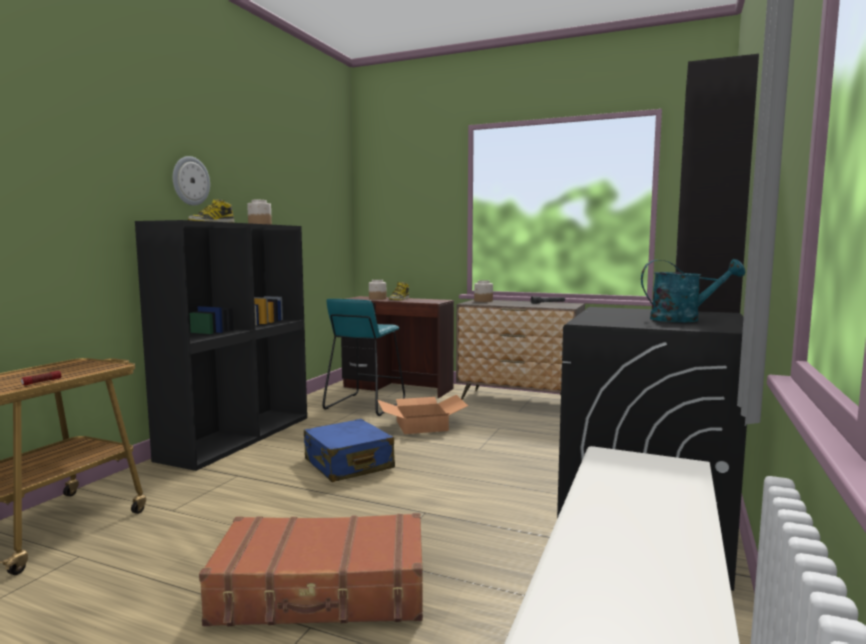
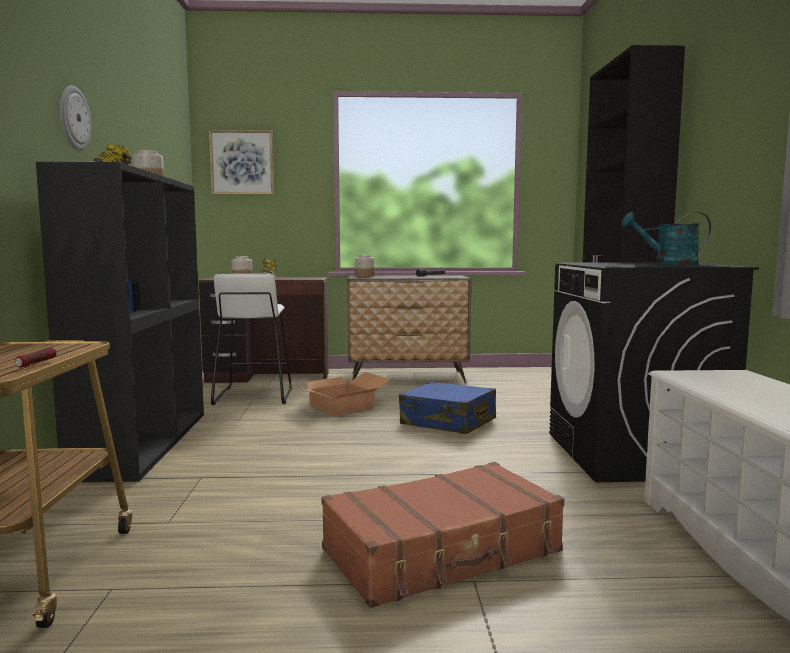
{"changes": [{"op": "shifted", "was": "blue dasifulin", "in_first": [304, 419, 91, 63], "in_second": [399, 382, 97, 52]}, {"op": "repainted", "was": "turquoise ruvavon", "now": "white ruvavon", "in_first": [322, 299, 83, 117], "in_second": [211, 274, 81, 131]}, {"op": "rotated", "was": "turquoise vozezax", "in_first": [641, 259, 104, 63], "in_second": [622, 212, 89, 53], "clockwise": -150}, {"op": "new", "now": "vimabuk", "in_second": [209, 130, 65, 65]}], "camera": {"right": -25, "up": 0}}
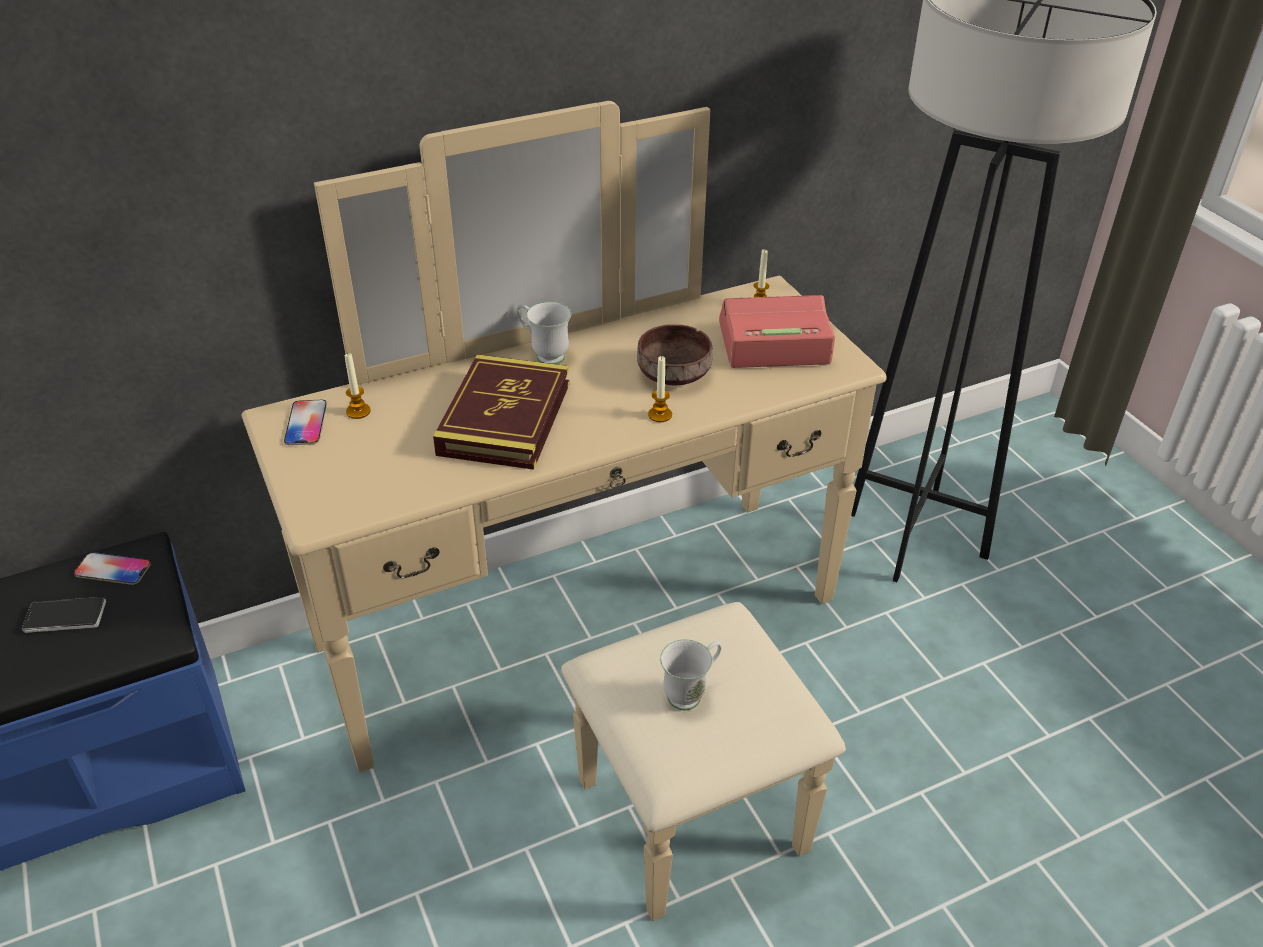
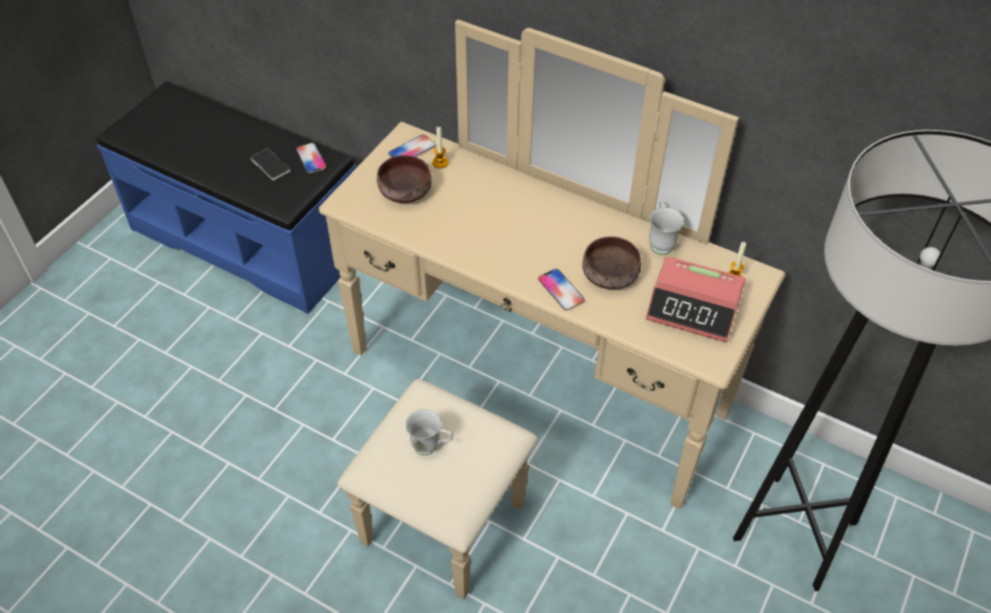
{"changes": [{"op": "gone", "was": "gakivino", "in_first": [433, 354, 136, 116]}, {"op": "shifted", "was": "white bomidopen", "in_first": [517, 302, 54, 62], "in_second": [649, 201, 35, 54]}, {"op": "swapped", "was": "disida", "now": "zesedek", "in_first": [648, 356, 24, 66], "in_second": [538, 269, 47, 41]}, {"op": "rotated", "was": "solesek", "in_first": [719, 295, 116, 73], "in_second": [646, 257, 100, 86], "clockwise": 150}, {"op": "new", "now": "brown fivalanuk", "in_second": [377, 155, 55, 48]}], "camera": {"right": 55, "up": 10}}
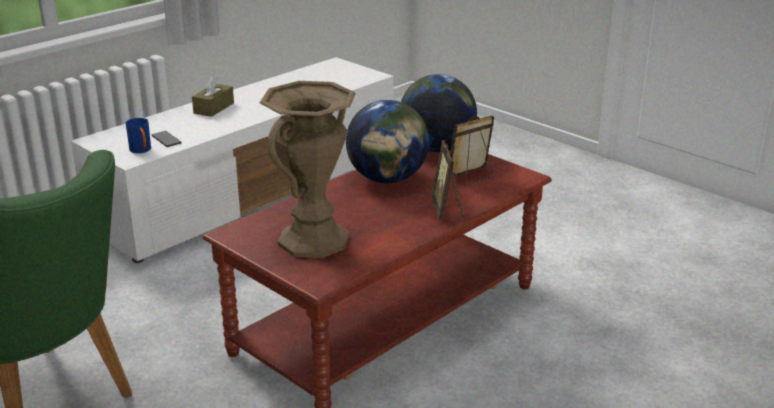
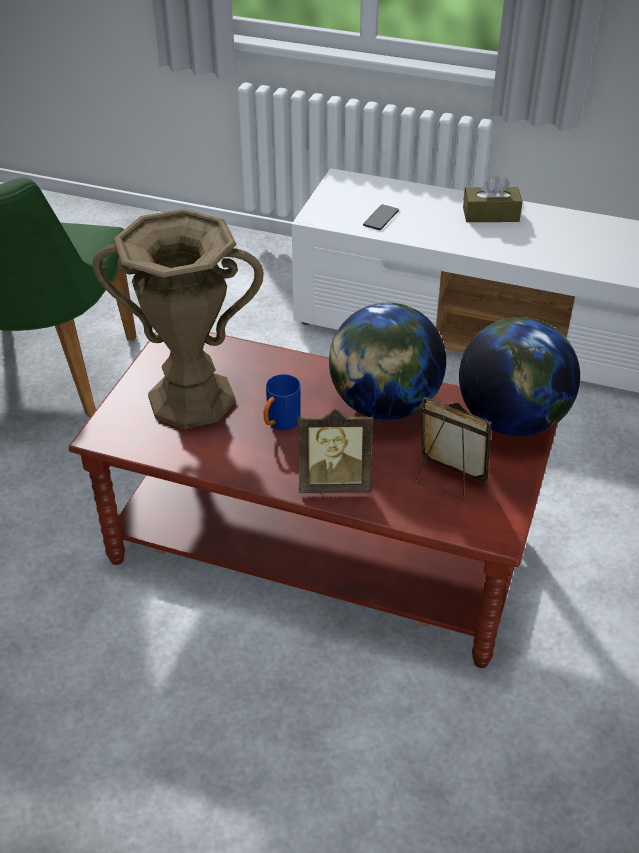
{"changes": [{"op": "shifted", "was": "blue bomidopen", "in_first": [126, 118, 25, 35], "in_second": [264, 374, 37, 56]}, {"op": "rotated", "was": "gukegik", "in_first": [431, 140, 32, 80], "in_second": [298, 409, 75, 84], "clockwise": -150}], "camera": {"right": 65, "up": 15}}
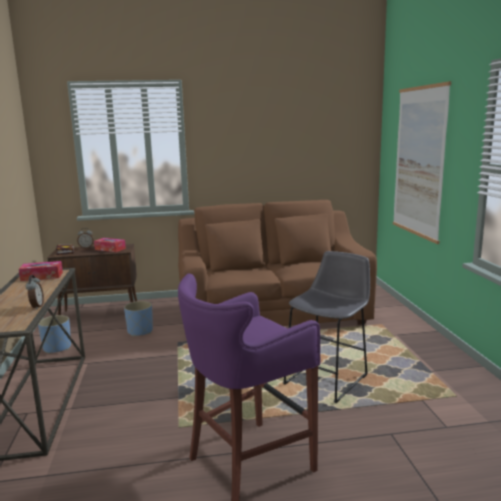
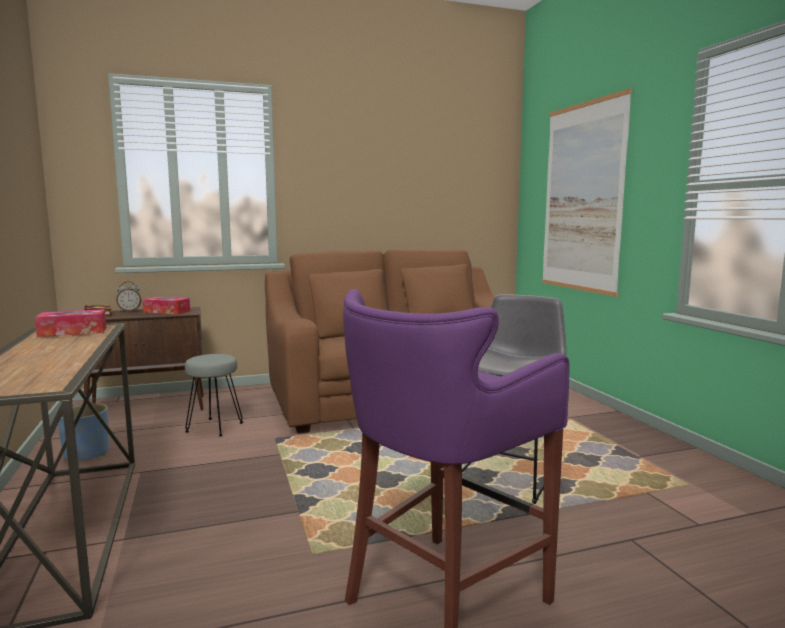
{"changes": [{"op": "gone", "was": "solesek", "in_first": [26, 275, 18, 35]}, {"op": "swapped", "was": "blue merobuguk", "now": "grey ruvavon", "in_first": [124, 301, 29, 35], "in_second": [185, 354, 59, 83]}], "camera": {"right": -10, "up": -5}}
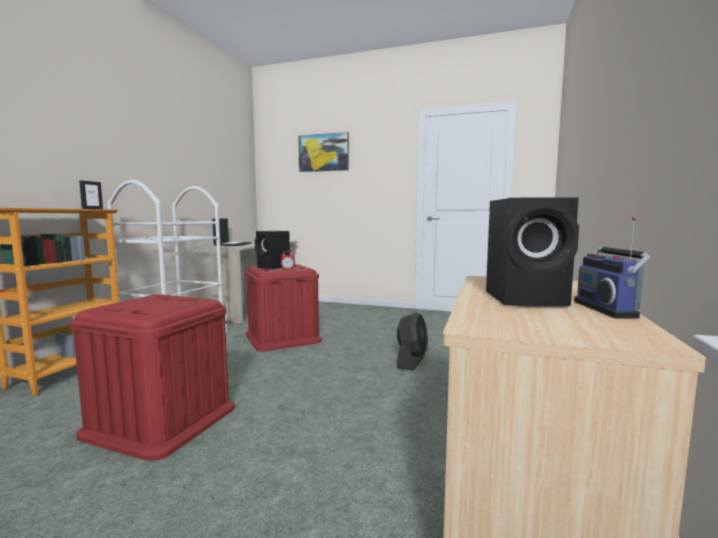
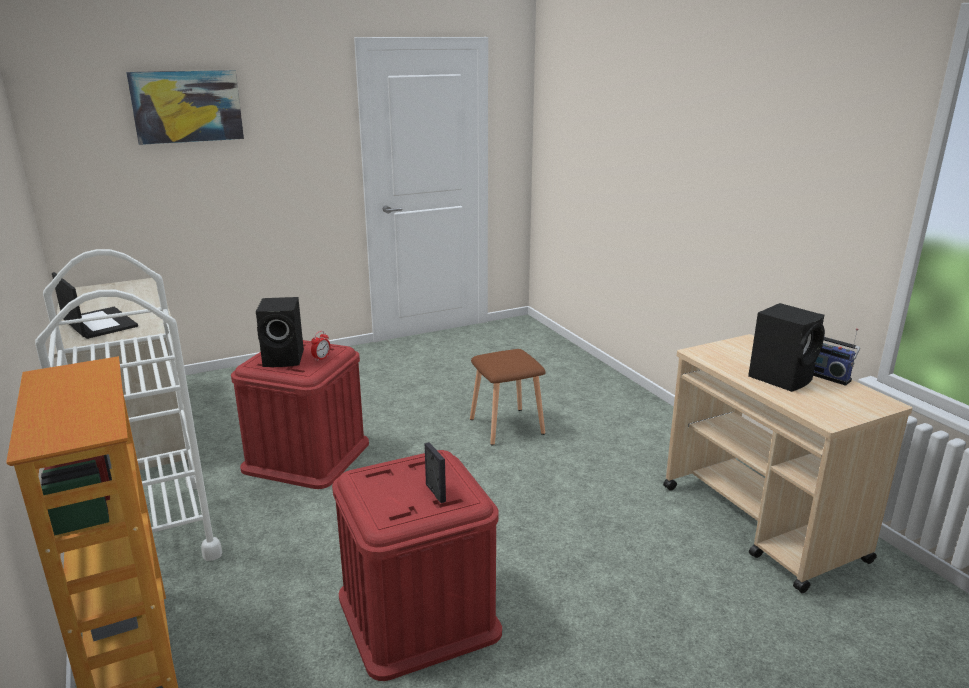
{"changes": [{"op": "shifted", "was": "gukegik", "in_first": [79, 180, 24, 29], "in_second": [425, 442, 21, 61]}, {"op": "swapped", "was": "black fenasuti", "now": "brown ruvavon", "in_first": [397, 312, 31, 59], "in_second": [470, 349, 76, 97]}], "camera": {"right": -45, "up": 15}}
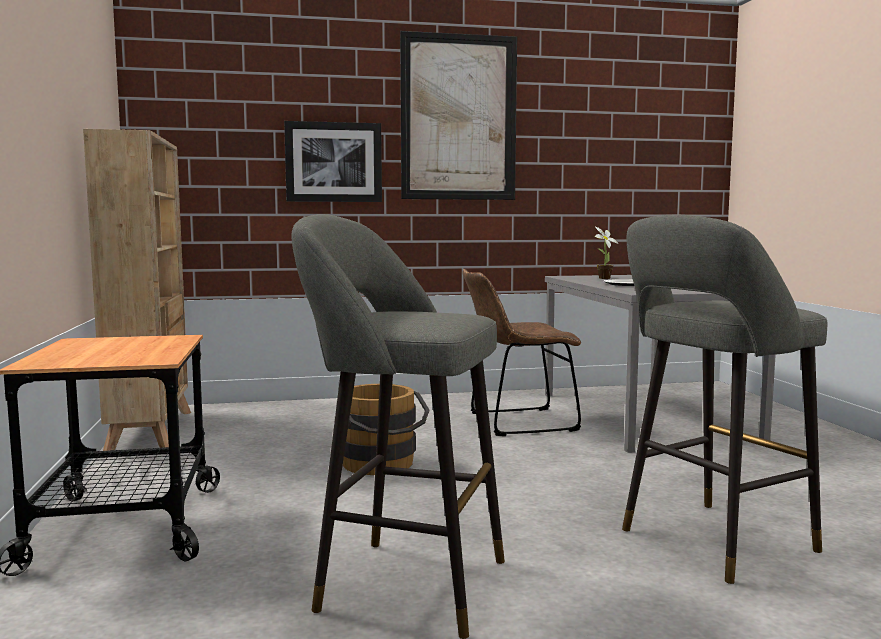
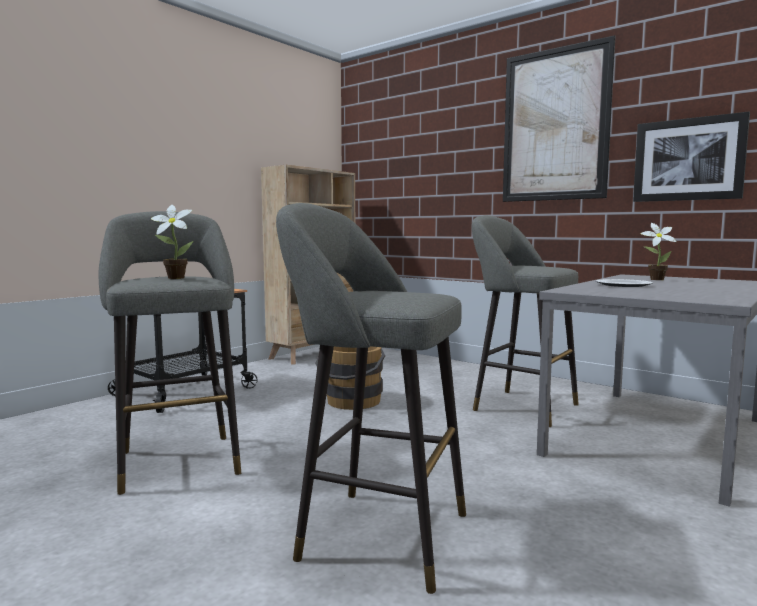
{"changes": [{"op": "shifted", "was": "vimabuk", "in_first": [284, 121, 98, 81], "in_second": [633, 112, 117, 90]}, {"op": "swapped", "was": "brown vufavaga", "now": "grey ruvavon", "in_first": [462, 269, 119, 167], "in_second": [472, 215, 107, 212]}, {"op": "new", "now": "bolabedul", "in_second": [151, 205, 42, 74]}], "camera": {"right": 50, "up": 0}}
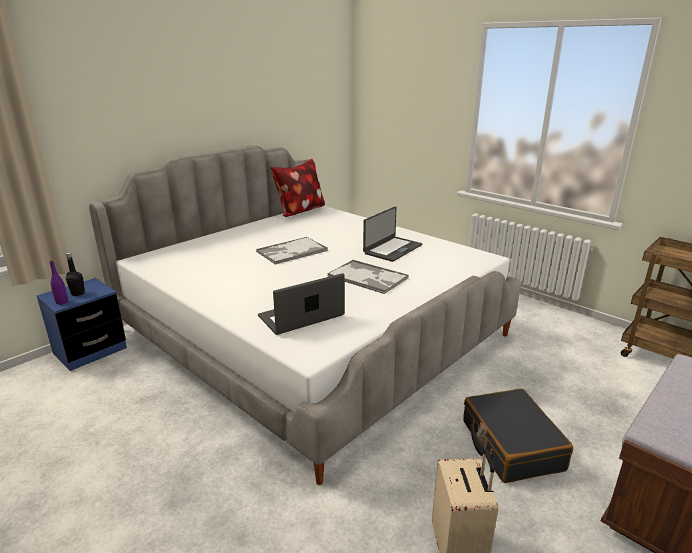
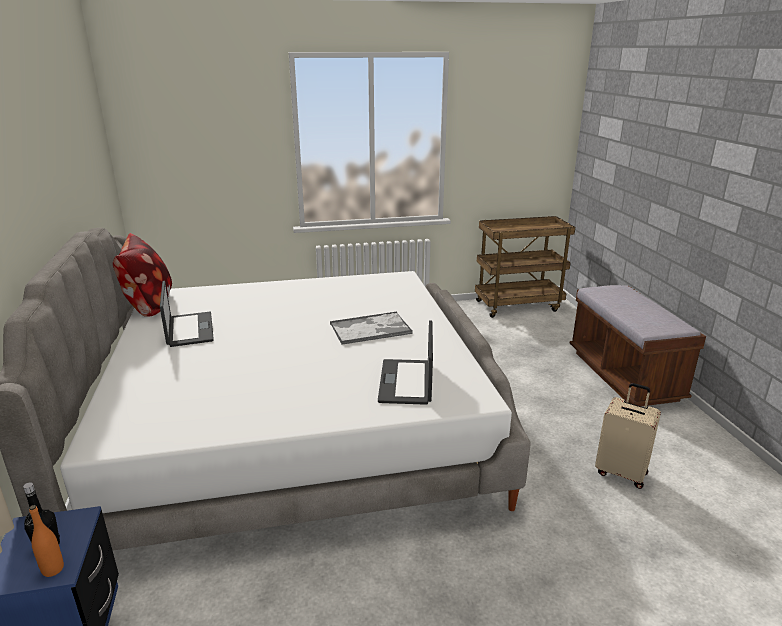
{"changes": [{"op": "repainted", "was": "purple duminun", "now": "orange duminun", "in_first": [50, 260, 18, 45], "in_second": [29, 505, 35, 72]}, {"op": "gone", "was": "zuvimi", "in_first": [256, 237, 72, 27]}, {"op": "shifted", "was": "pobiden", "in_first": [363, 206, 59, 56], "in_second": [160, 281, 54, 66]}, {"op": "gone", "was": "black dasifulin", "in_first": [463, 388, 110, 95]}], "camera": {"right": -55, "up": 0}}
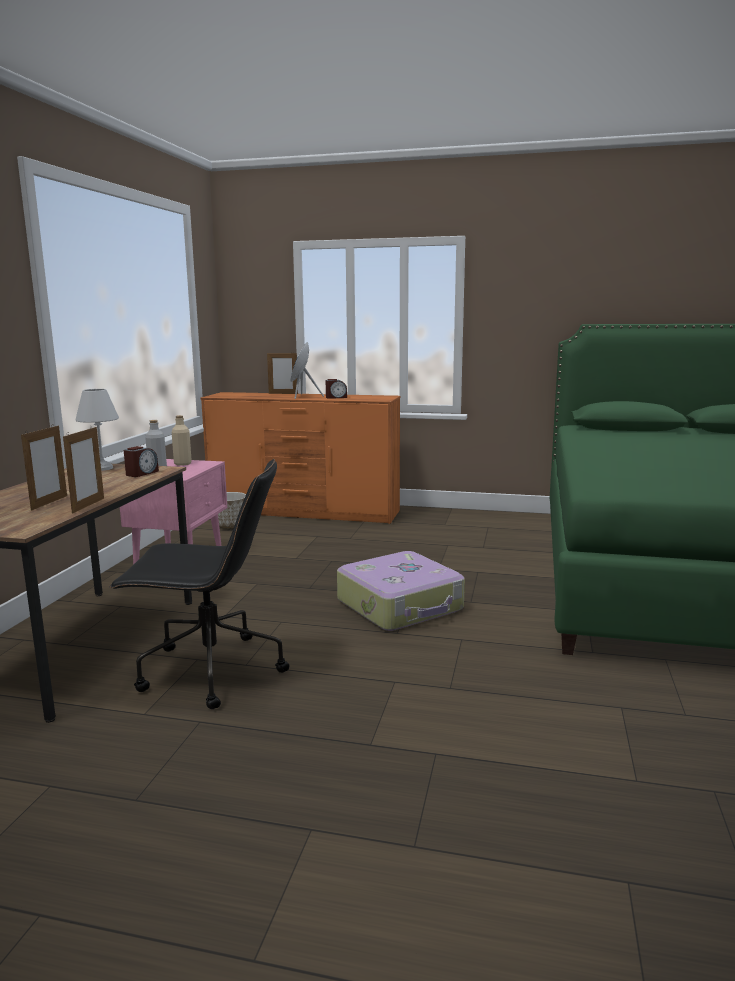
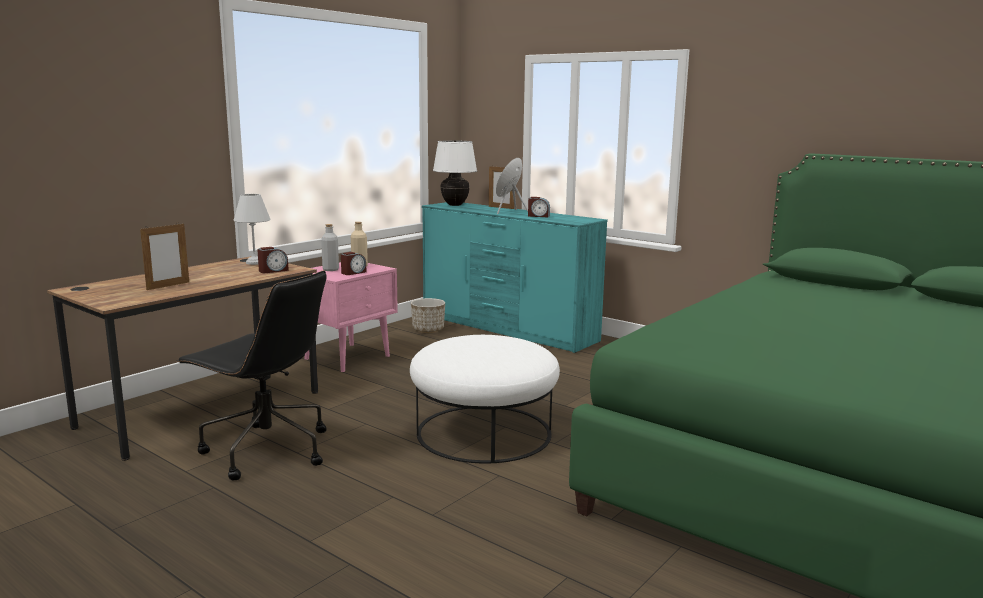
{"changes": [{"op": "gone", "was": "gukegik", "in_first": [63, 427, 41, 86]}, {"op": "repainted", "was": "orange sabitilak", "now": "turquoise sabitilak", "in_first": [200, 392, 200, 132], "in_second": [422, 202, 186, 151]}, {"op": "swapped", "was": "dasifulin", "now": "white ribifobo", "in_first": [337, 551, 128, 80], "in_second": [410, 335, 150, 129]}, {"op": "new", "now": "solesek", "in_second": [341, 252, 25, 23]}, {"op": "new", "now": "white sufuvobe", "in_second": [433, 140, 44, 66]}], "camera": {"right": 25, "up": 0}}
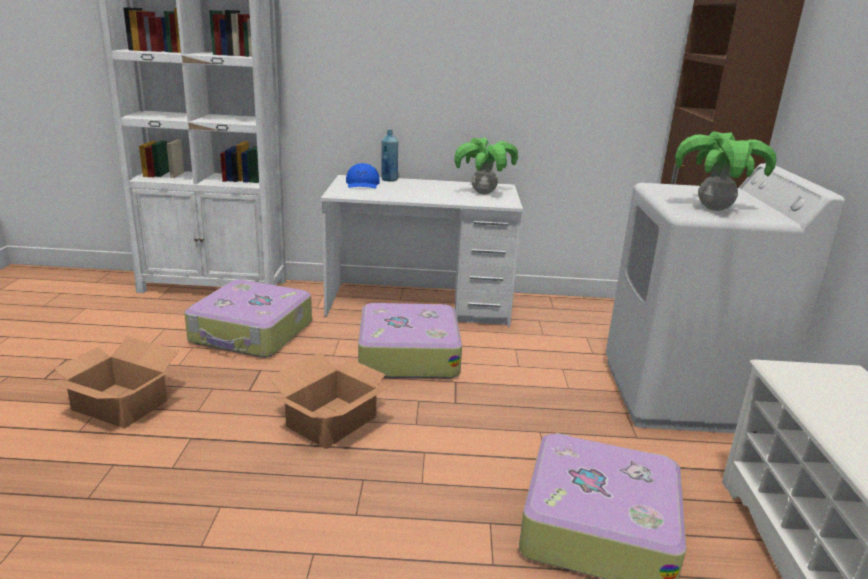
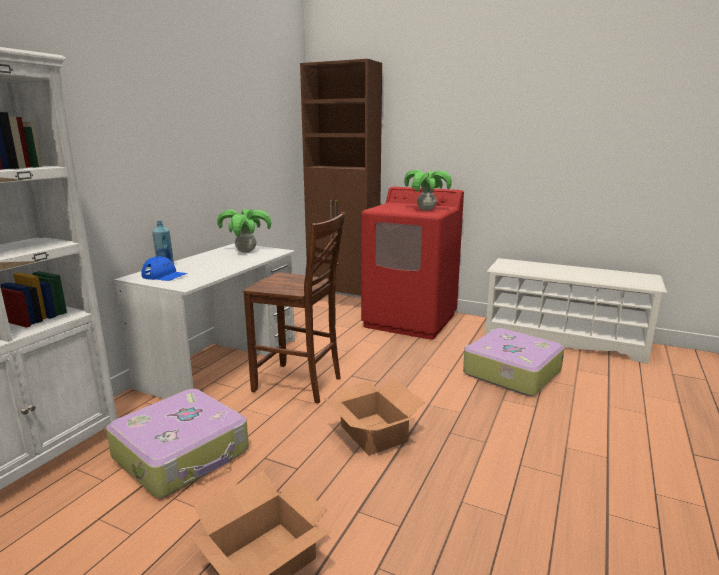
{"changes": [{"op": "swapped", "was": "dasifulin", "now": "brown vufavaga", "in_first": [358, 303, 104, 76], "in_second": [243, 212, 102, 192]}, {"op": "repainted", "was": "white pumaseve", "now": "red pumaseve", "in_first": [606, 163, 239, 270], "in_second": [361, 187, 103, 153]}], "camera": {"right": -65, "up": -5}}
